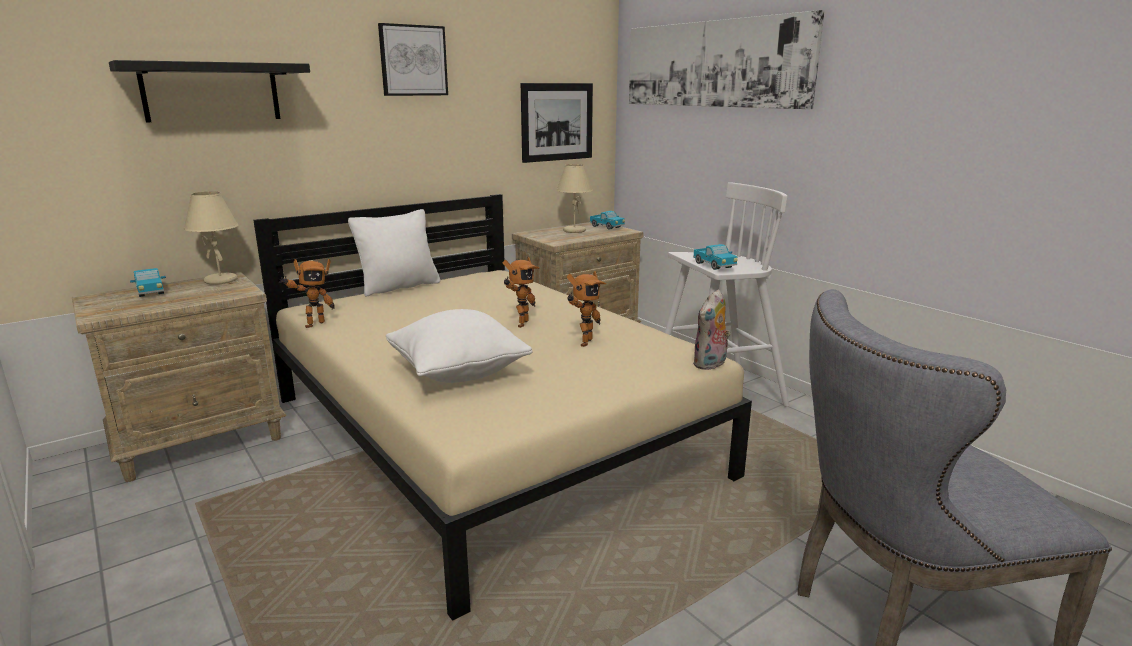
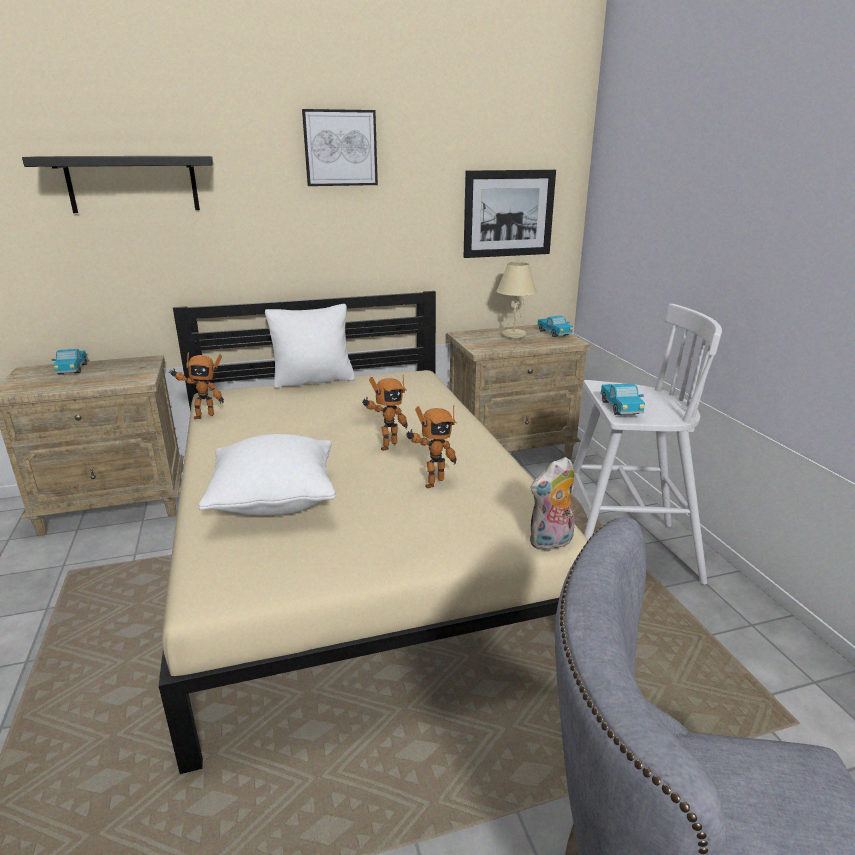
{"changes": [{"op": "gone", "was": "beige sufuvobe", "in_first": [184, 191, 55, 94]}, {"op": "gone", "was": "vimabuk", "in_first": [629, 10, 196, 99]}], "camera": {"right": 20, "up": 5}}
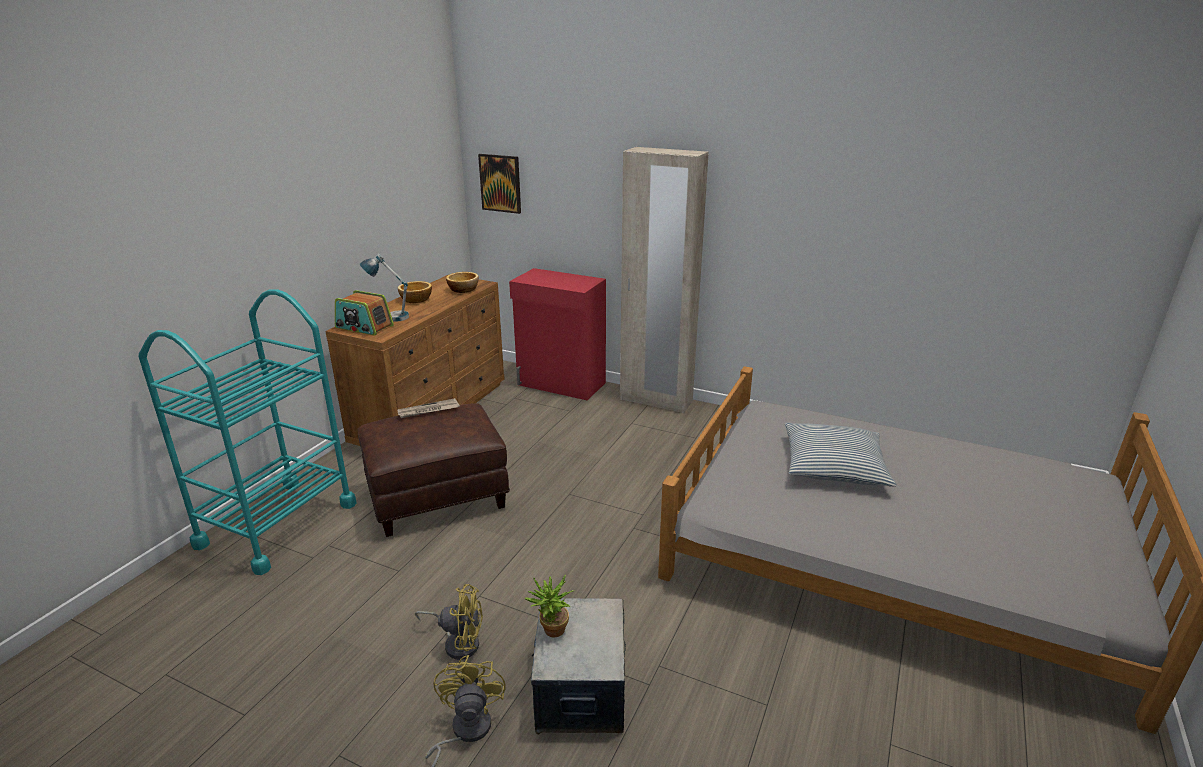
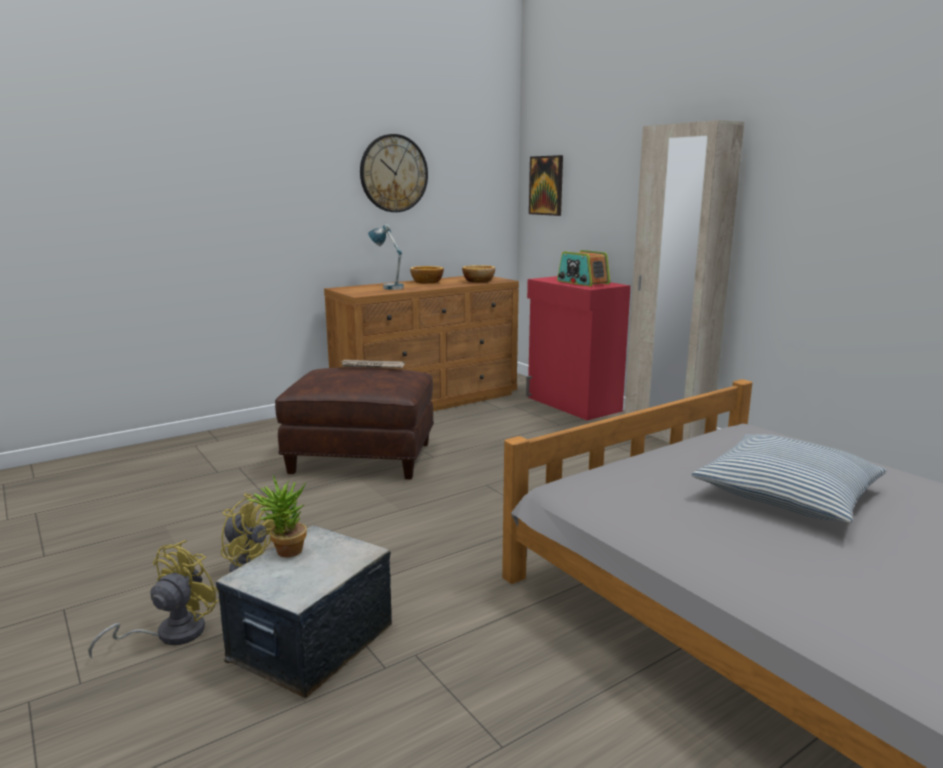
{"changes": [{"op": "gone", "was": "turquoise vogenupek", "in_first": [139, 289, 218, 286]}, {"op": "shifted", "was": "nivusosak", "in_first": [335, 290, 59, 45], "in_second": [557, 250, 53, 36]}, {"op": "new", "now": "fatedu", "in_second": [360, 134, 68, 78]}], "camera": {"right": 30, "up": -10}}
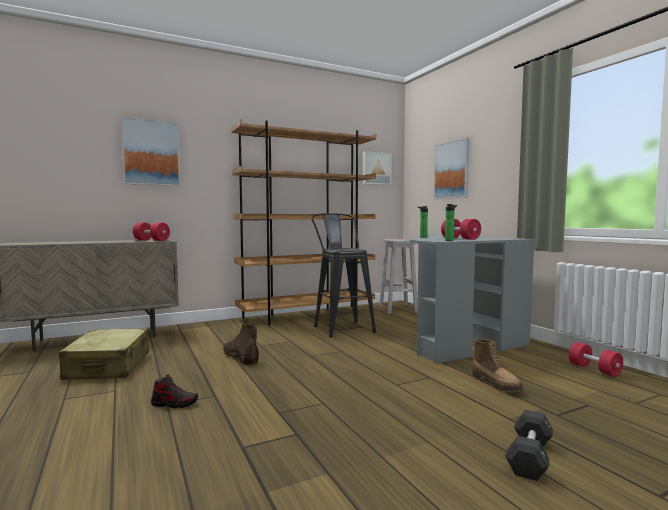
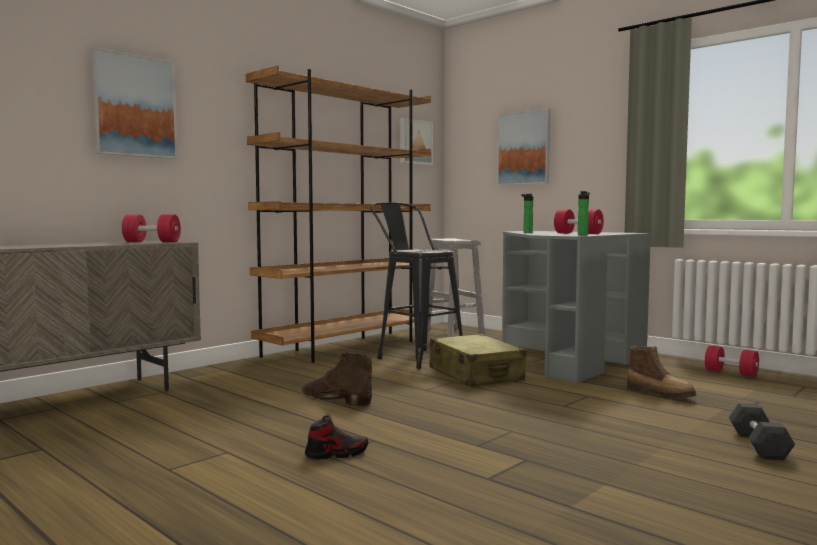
{"changes": [{"op": "shifted", "was": "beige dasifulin", "in_first": [59, 328, 90, 52], "in_second": [429, 334, 97, 52]}], "camera": {"right": -20, "up": 0}}
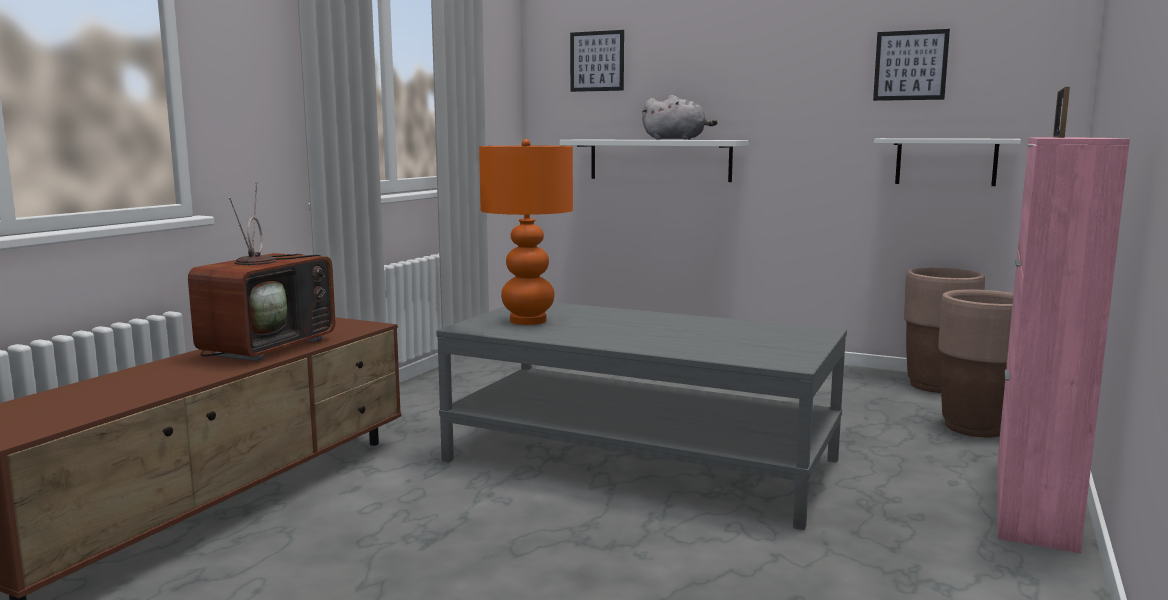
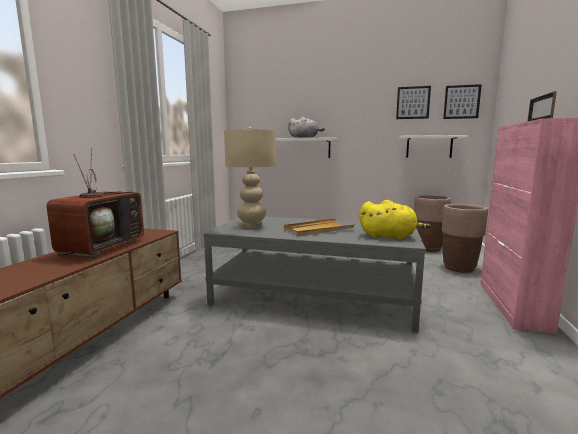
{"changes": [{"op": "repainted", "was": "orange sufuvobe", "now": "beige sufuvobe", "in_first": [479, 139, 94, 186], "in_second": [224, 127, 52, 101]}, {"op": "shifted", "was": "vimabuk", "in_first": [570, 30, 54, 62], "in_second": [443, 84, 39, 35]}, {"op": "new", "now": "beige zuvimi", "in_second": [284, 218, 71, 18]}, {"op": "new", "now": "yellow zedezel", "in_second": [359, 200, 72, 40]}], "camera": {"right": -10, "up": 0}}
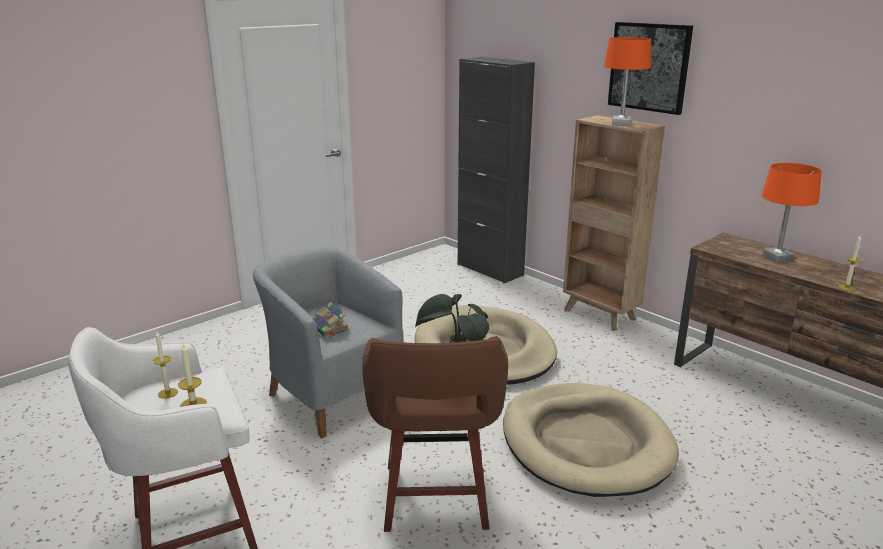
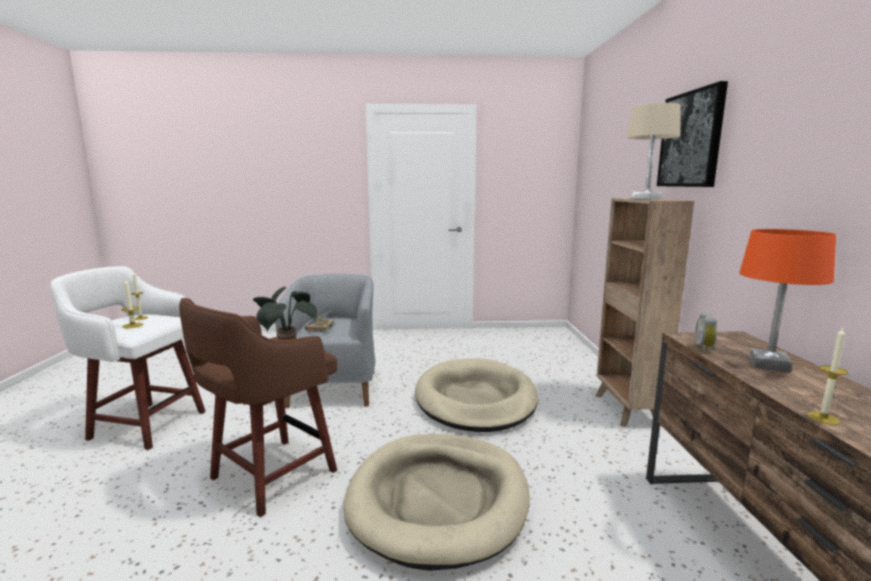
{"changes": [{"op": "gone", "was": "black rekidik", "in_first": [458, 57, 77, 226]}, {"op": "repainted", "was": "orange sufuvobe", "now": "beige sufuvobe", "in_first": [604, 37, 47, 89], "in_second": [627, 103, 54, 97]}, {"op": "new", "now": "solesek", "in_second": [696, 311, 21, 41]}], "camera": {"right": 40, "up": -10}}
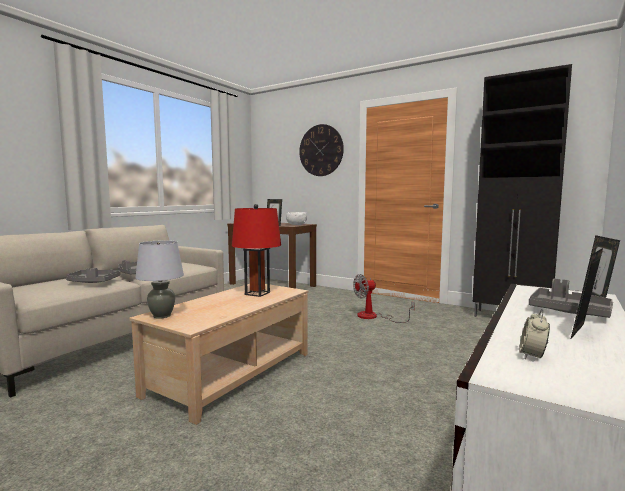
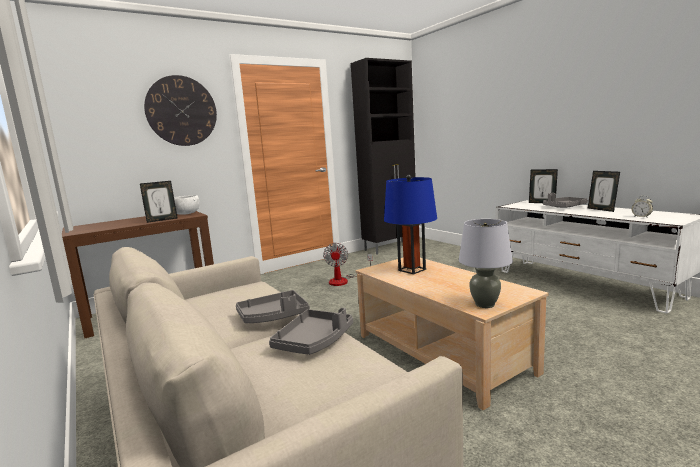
{"changes": [{"op": "repainted", "was": "red sufuvobe", "now": "blue sufuvobe", "in_first": [232, 204, 49, 93], "in_second": [384, 175, 53, 99]}], "camera": {"right": -65, "up": 5}}
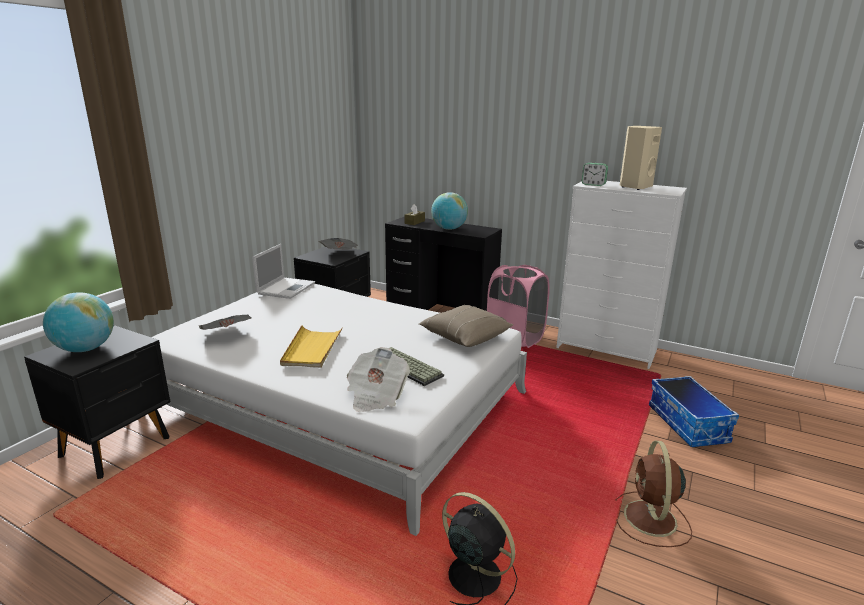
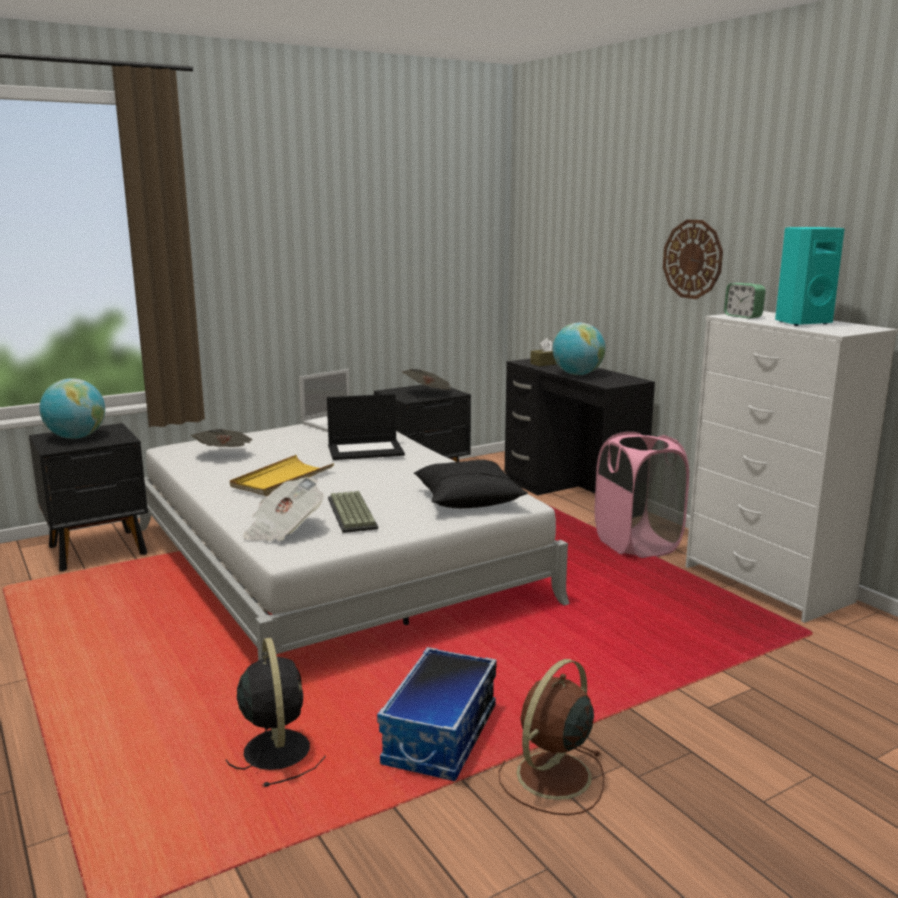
{"changes": [{"op": "repainted", "was": "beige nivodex", "now": "black nivodex", "in_first": [419, 305, 94, 42], "in_second": [414, 460, 114, 48]}, {"op": "repainted", "was": "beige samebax", "now": "turquoise samebax", "in_first": [620, 126, 42, 64], "in_second": [775, 227, 70, 99]}, {"op": "shifted", "was": "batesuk", "in_first": [649, 376, 90, 71], "in_second": [377, 647, 120, 134]}, {"op": "new", "now": "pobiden", "in_second": [327, 394, 78, 66]}, {"op": "new", "now": "fatedu", "in_second": [663, 220, 60, 79]}], "camera": {"right": 30, "up": -5}}
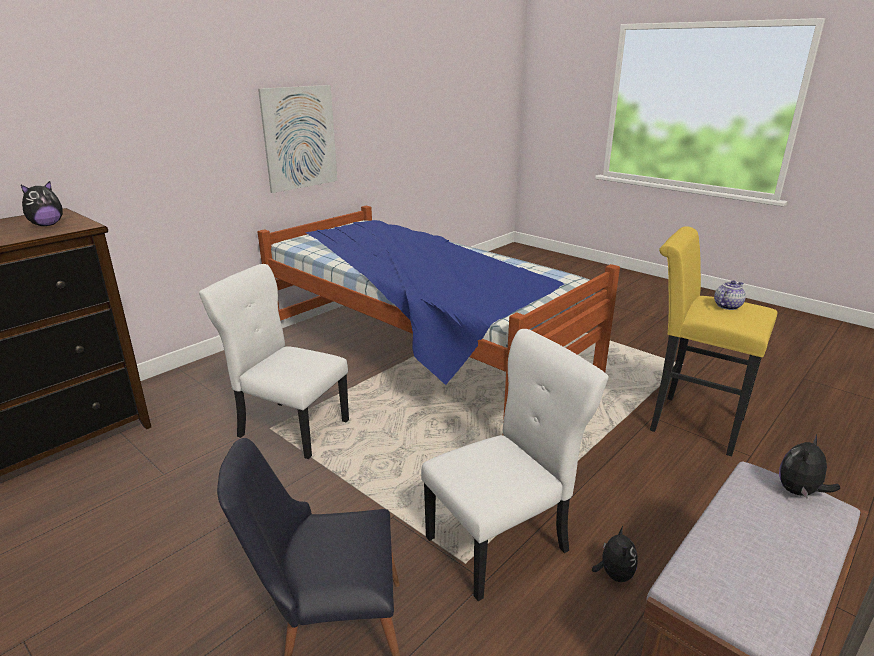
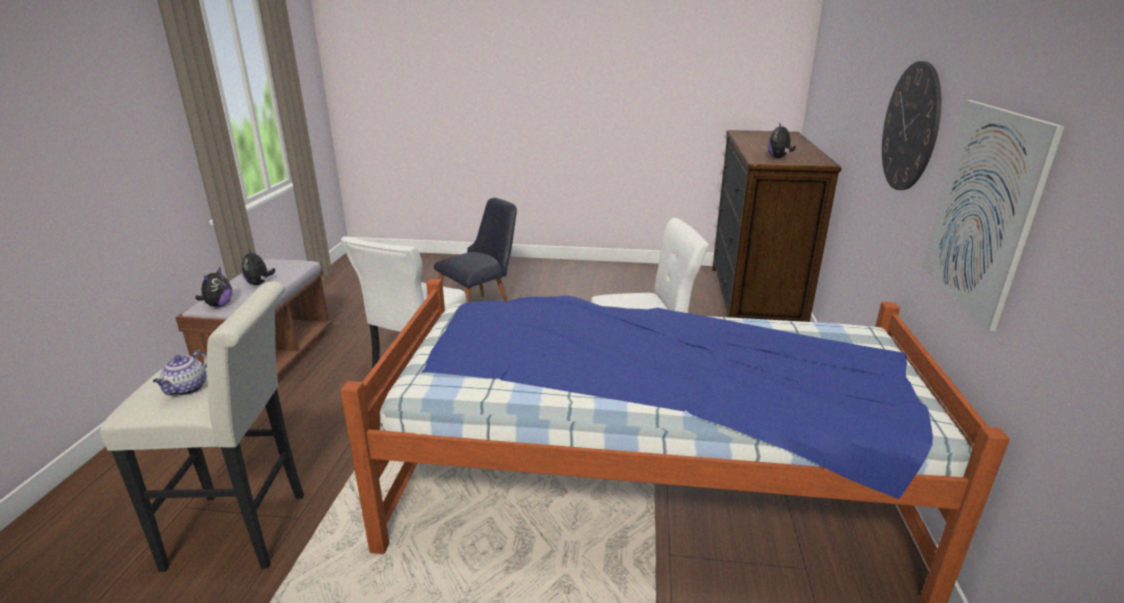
{"changes": [{"op": "shifted", "was": "zedezel", "in_first": [592, 526, 45, 56], "in_second": [241, 248, 34, 37]}, {"op": "repainted", "was": "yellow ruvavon", "now": "white ruvavon", "in_first": [650, 226, 128, 231], "in_second": [100, 281, 204, 291]}, {"op": "new", "now": "fatedu", "in_second": [882, 61, 59, 129]}], "camera": {"right": 145, "up": 0}}
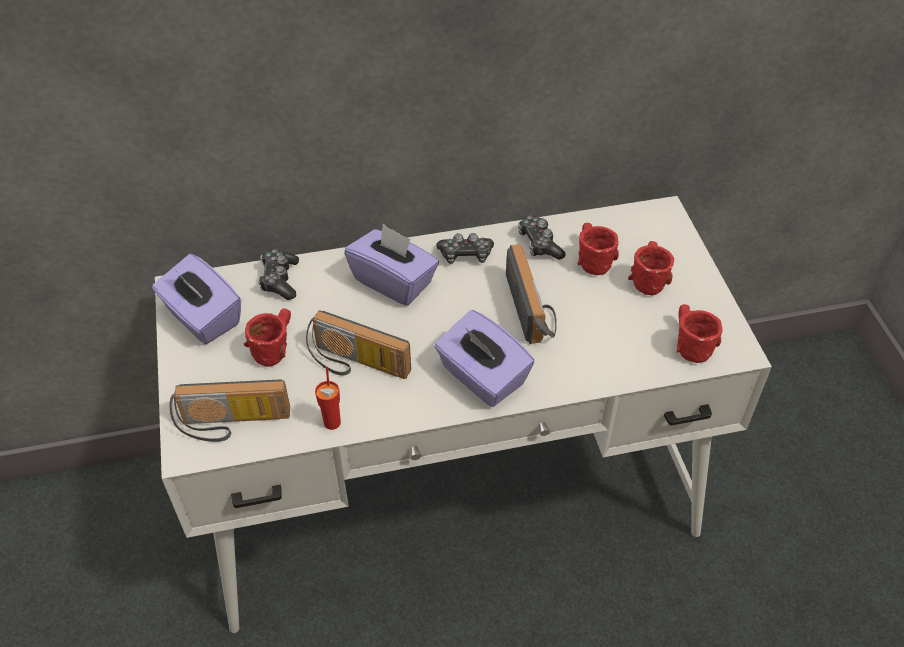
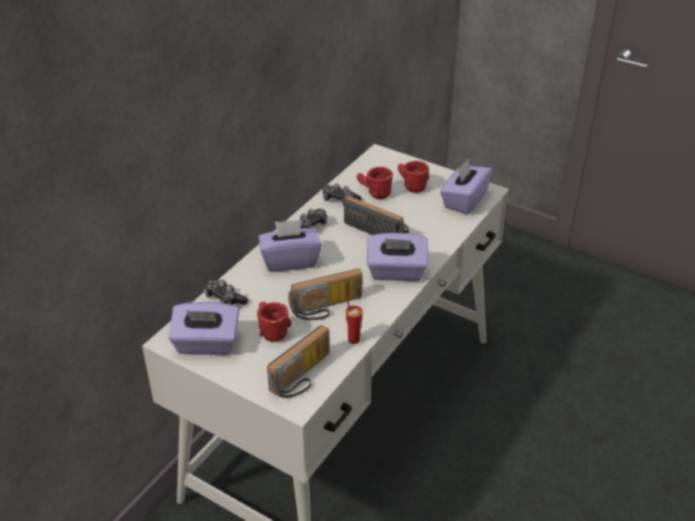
{"changes": [{"op": "swapped", "was": "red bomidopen", "now": "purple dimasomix", "in_first": [677, 304, 46, 59], "in_second": [440, 158, 53, 57]}], "camera": {"right": -45, "up": -10}}
